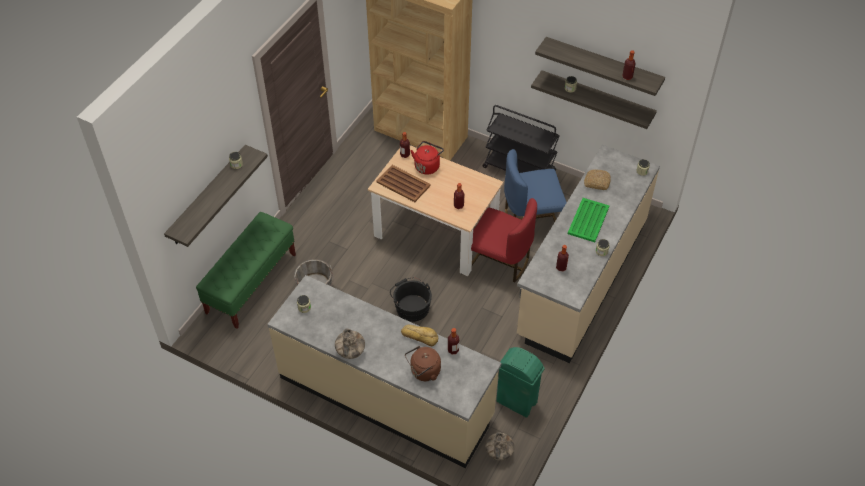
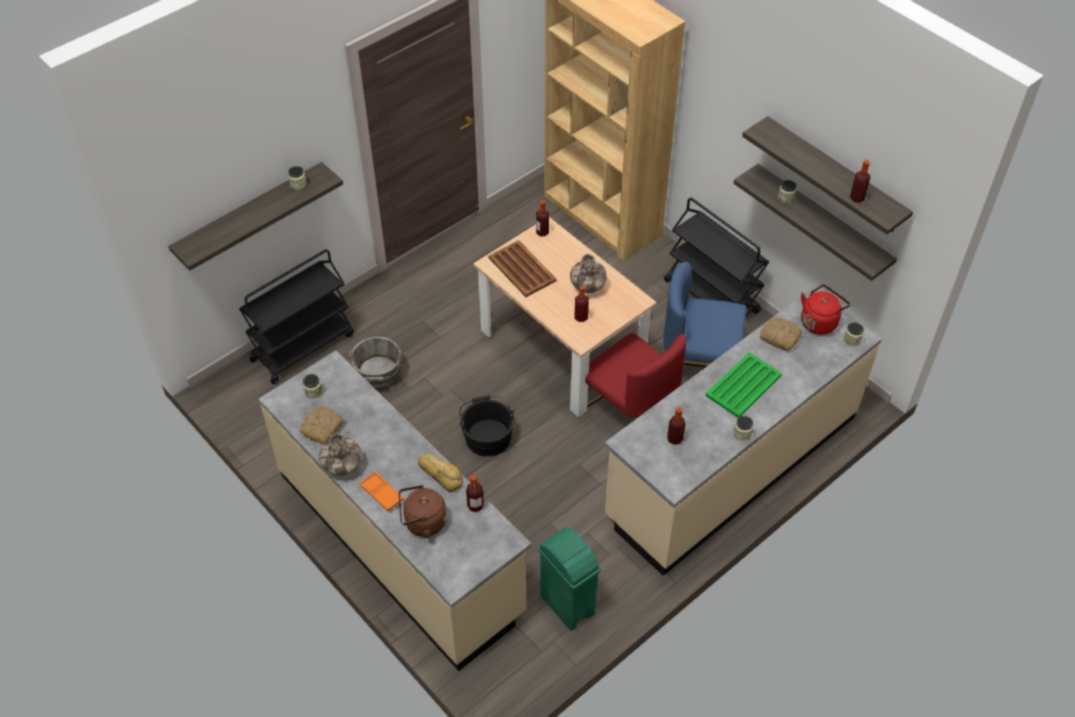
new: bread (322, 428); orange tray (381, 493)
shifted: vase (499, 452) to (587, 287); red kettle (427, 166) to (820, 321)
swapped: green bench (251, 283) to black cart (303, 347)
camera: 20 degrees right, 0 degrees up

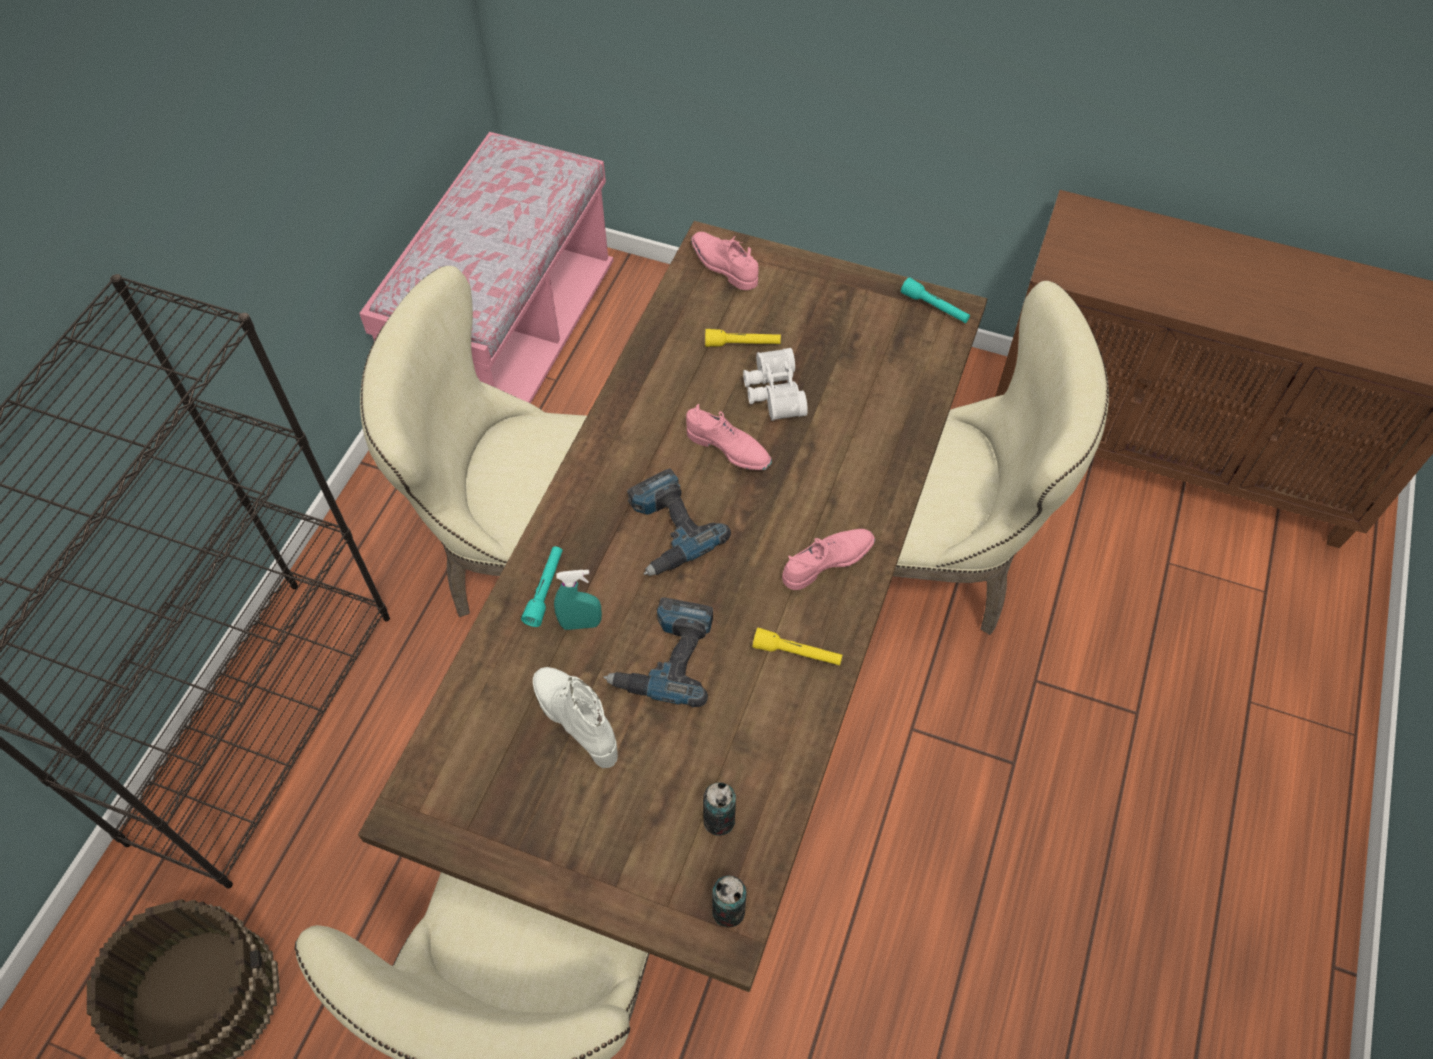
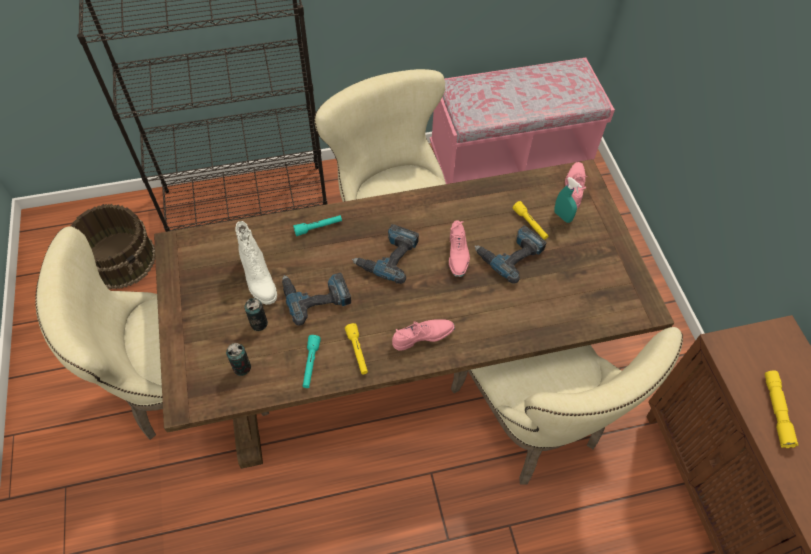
new: yellow flashlight (776, 411)
shifted: can (728, 911) to (259, 323); turquoise flashlight (934, 307) to (310, 364); turquoise spray bottle (581, 624) to (562, 216)
swapped: white binoculars (772, 393) to power drill (510, 254)
rotated: white boot (578, 720) = (258, 280) 135 degrees clockwise; pink shoe (827, 562) = (422, 336) 45 degrees counterclockwise
camera: 55 degrees right, 0 degrees up

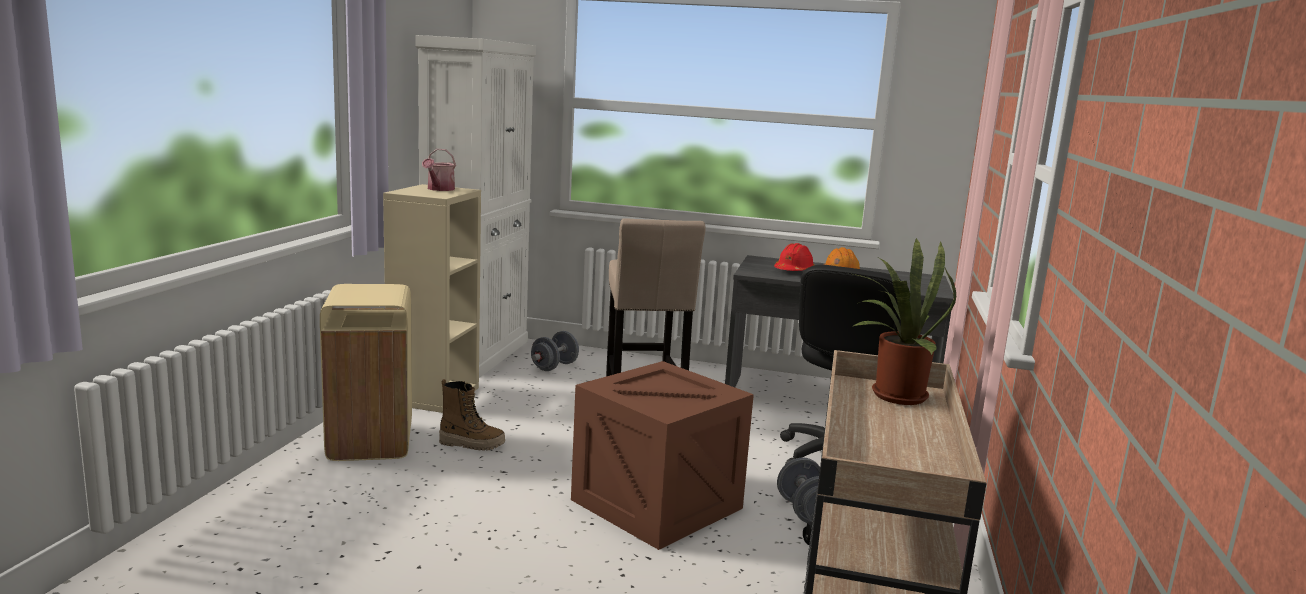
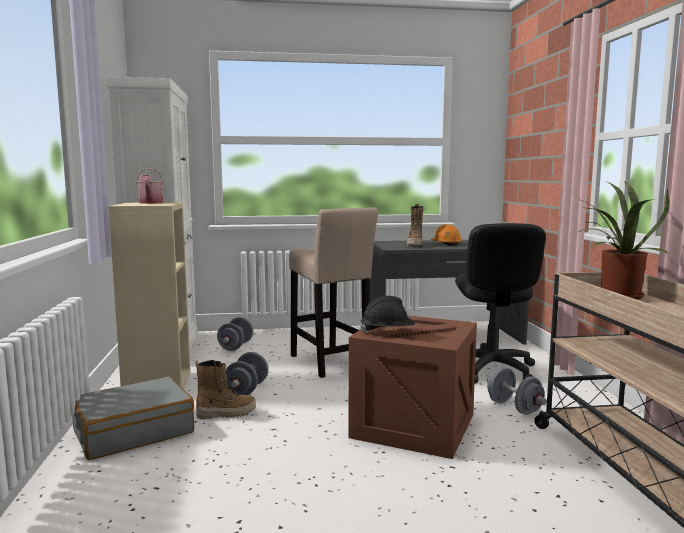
new: grey dumbbell (247, 389); black hard hat (387, 332)
swapped: beige trash can (369, 442) to grey suitcase (133, 431); red hard hat (793, 271) to boot (415, 245)
camera: 20 degrees left, 5 degrees down

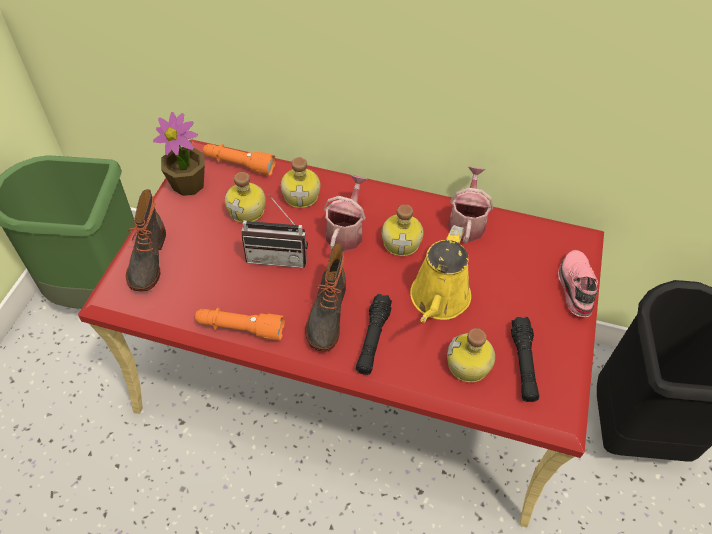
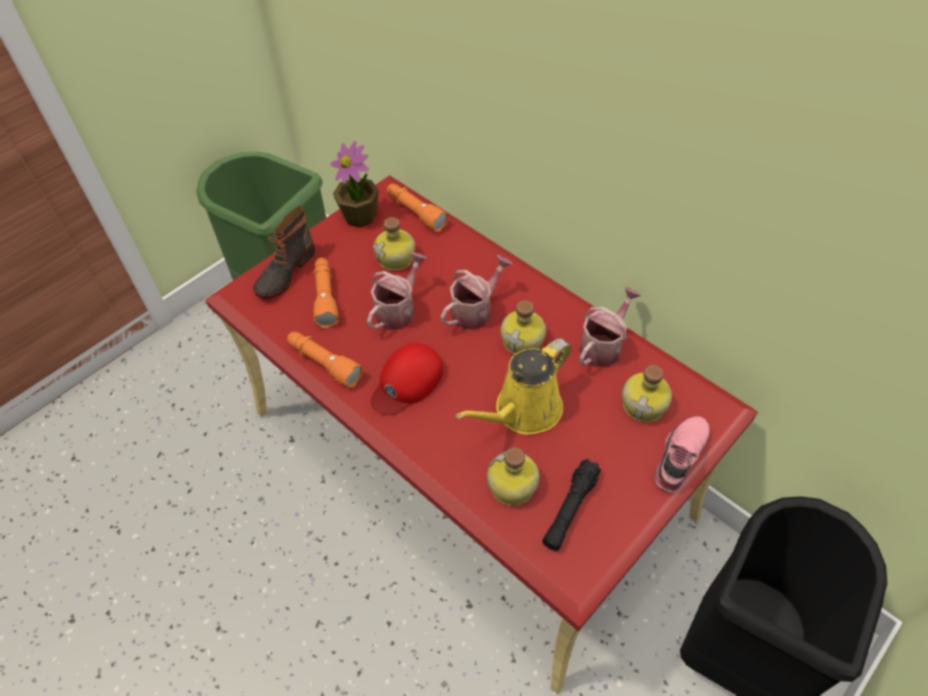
gone: black flashlight (373, 339)
new: orange flashlight (325, 297)
shifted: bottle (302, 195) to (645, 405)
swapped: radio (278, 255) to watering can (398, 310); boot (326, 315) to red cap (407, 382)
camera: 30 degrees right, 0 degrees up

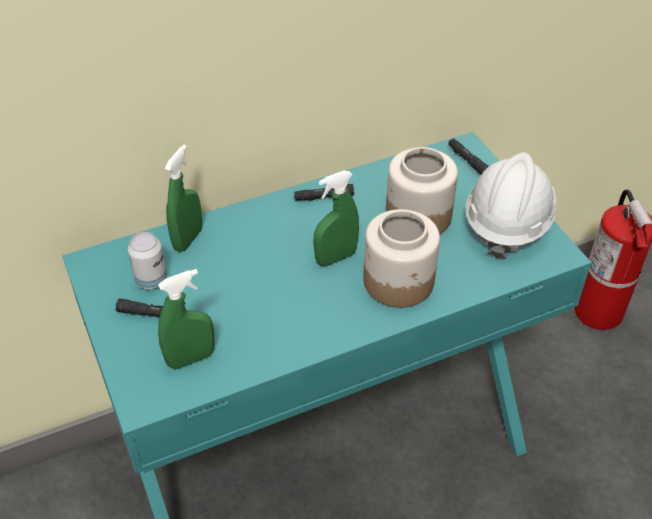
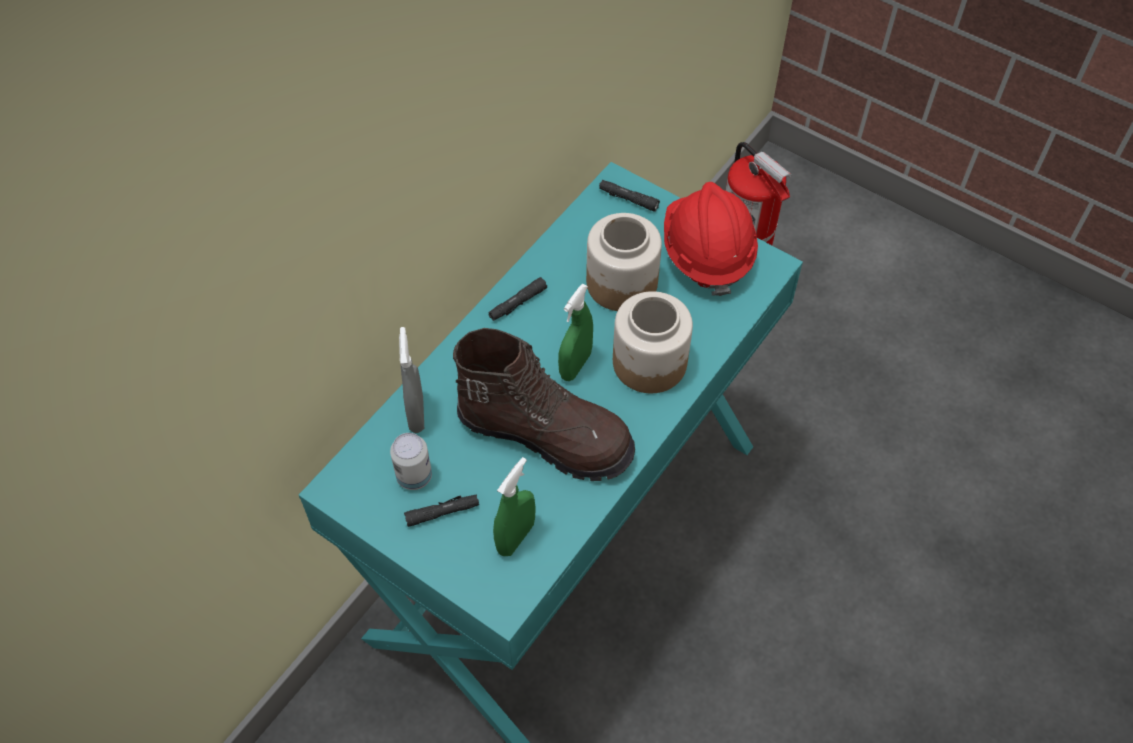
new: brown boot (546, 434)
repainted: green spray bottle (188, 239) to grey spray bottle (416, 414); white hard hat (507, 223) to red hard hat (707, 253)
camera: 30 degrees left, 10 degrees up

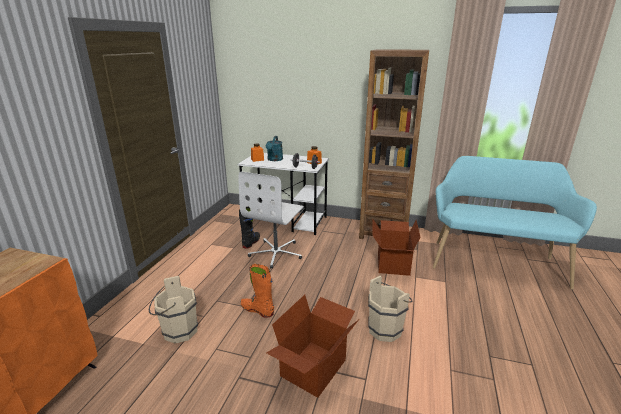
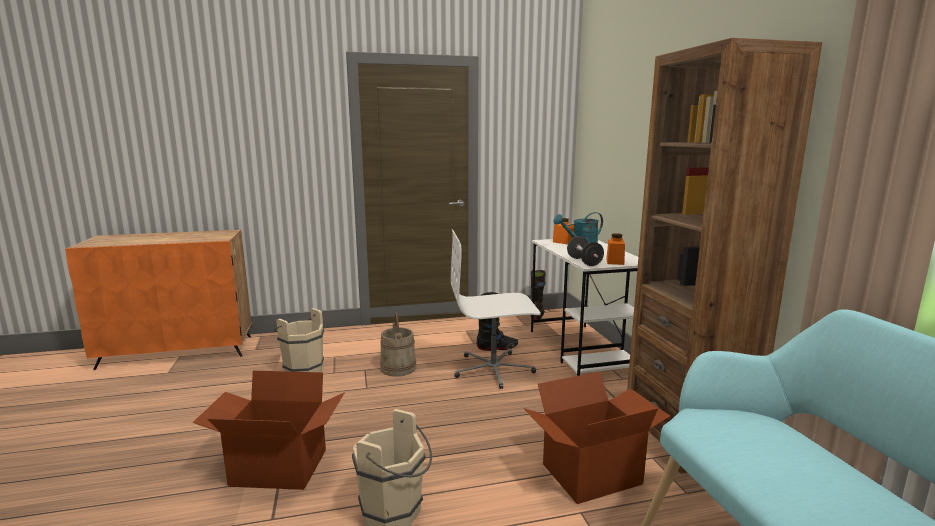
gone: orange boot (257, 310)
new: beige bucket (398, 368); black boot (537, 316)
camera: 60 degrees right, 10 degrees down

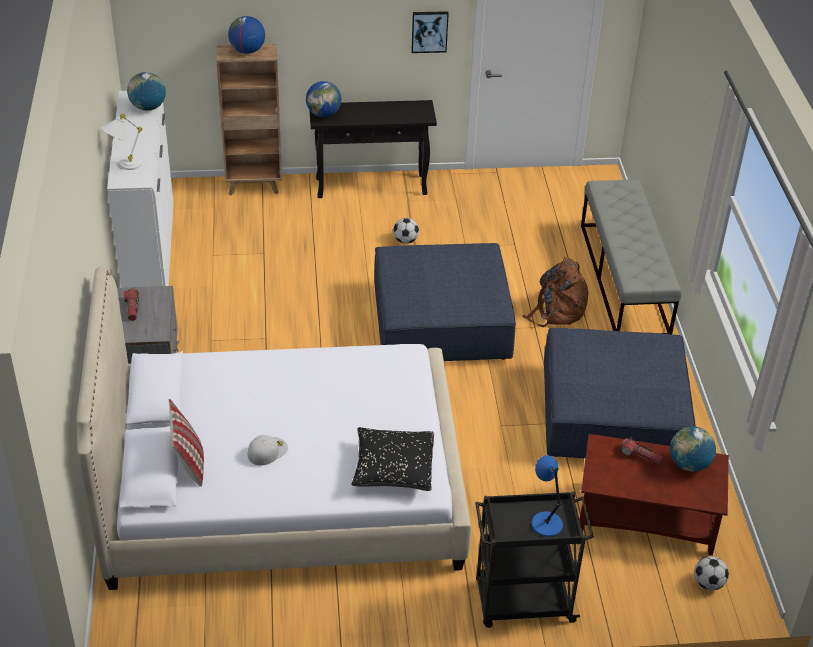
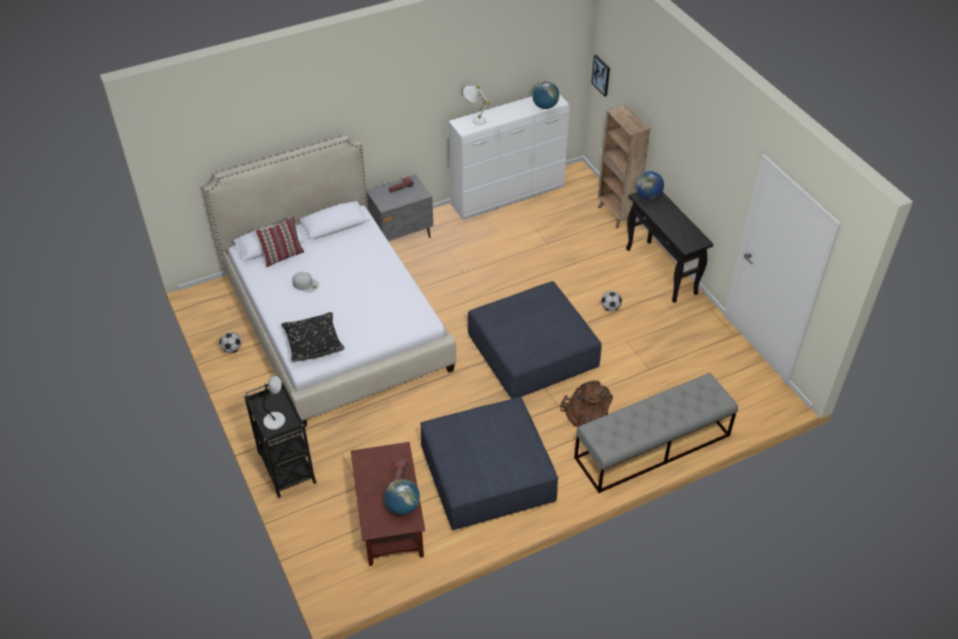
gone: globe (247, 51)
shifted: football (708, 583) to (232, 349); picture (429, 31) to (601, 75)
repainted: blue table lamp (545, 523) to grey table lamp (275, 420)
camera: 70 degrees right, 5 degrees up

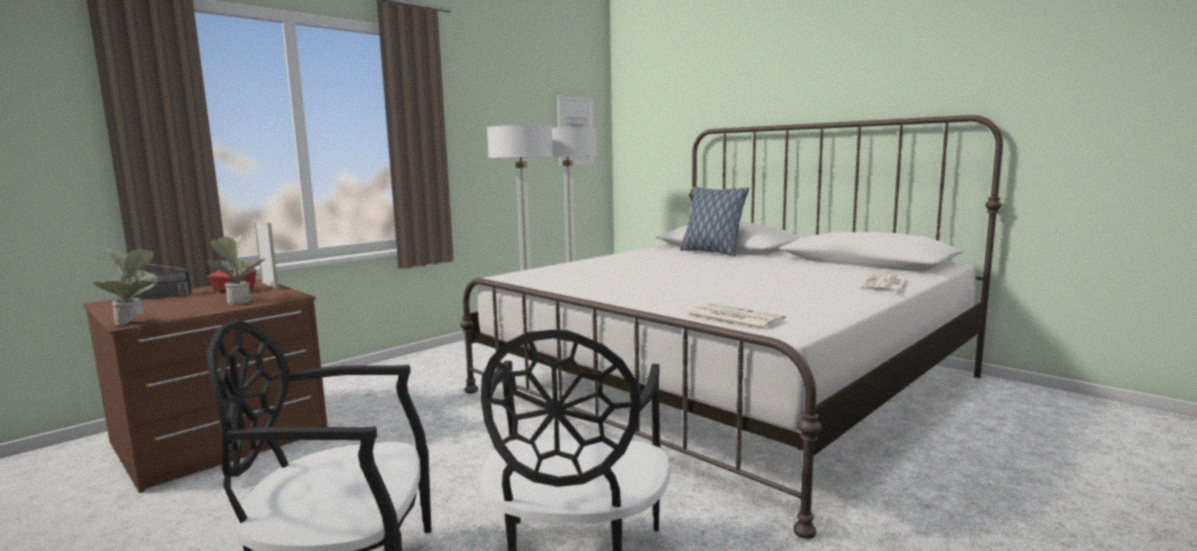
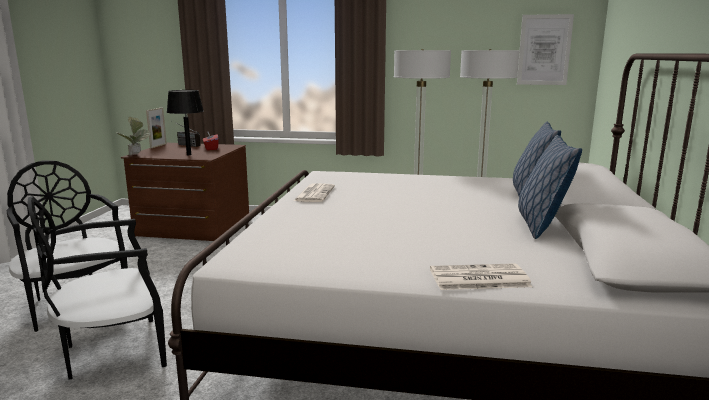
new: pillow (541, 225)
shifted: picture frame (270, 285) to (158, 146); newspaper (732, 318) to (314, 193)
swapped: potted plant (240, 301) to black table lamp (188, 155)
camera: 55 degrees right, 5 degrees up

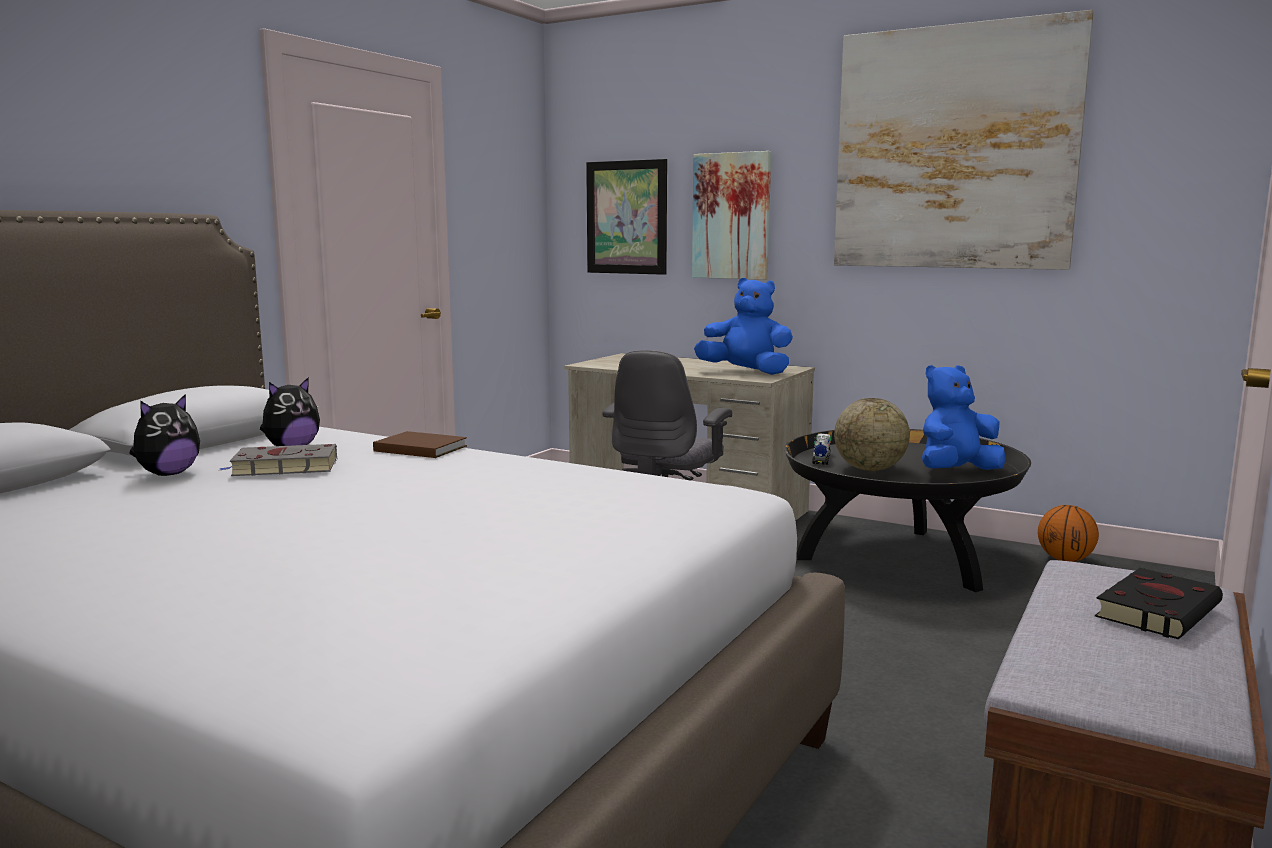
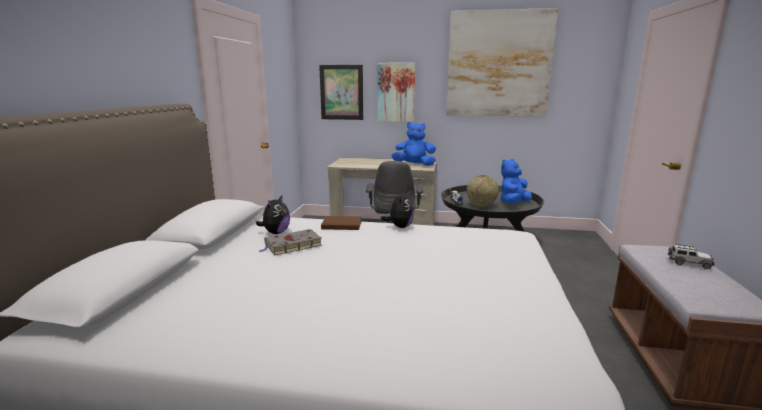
gone: basketball (1065, 560)
shifted: plush toy (168, 474) to (400, 227)
swapped: black book (1158, 610) to toy car (689, 263)
camera: 20 degrees left, 5 degrees up

